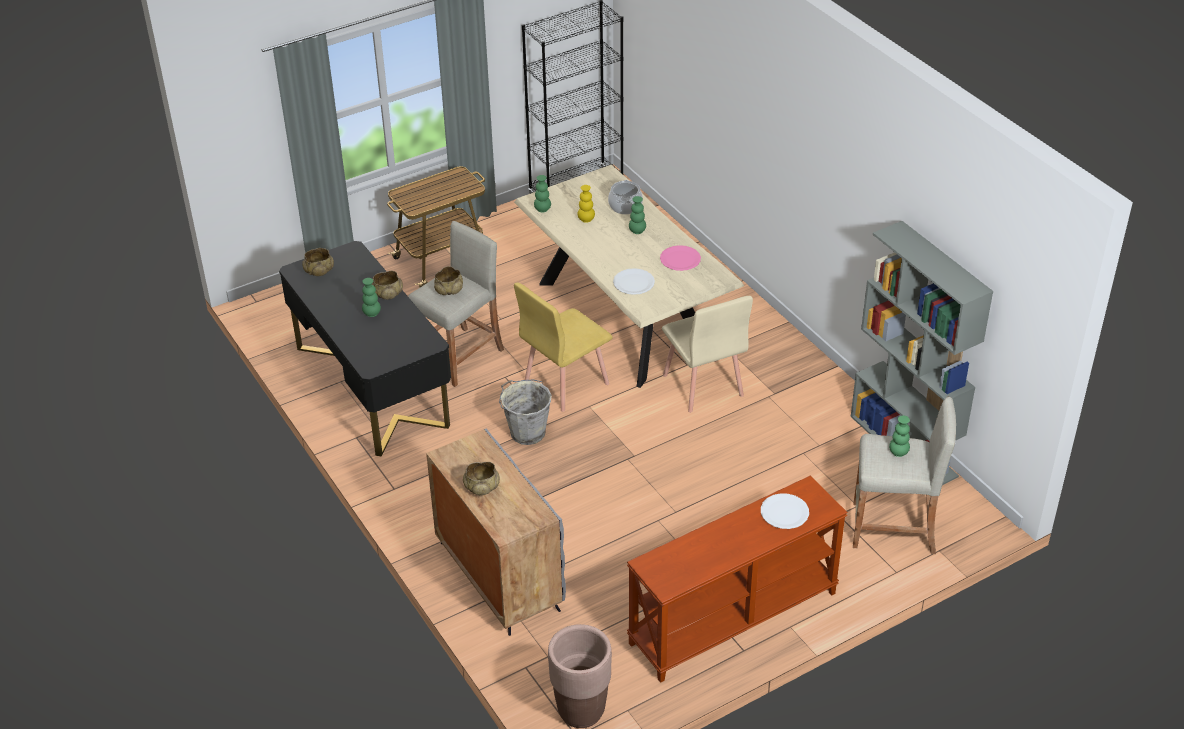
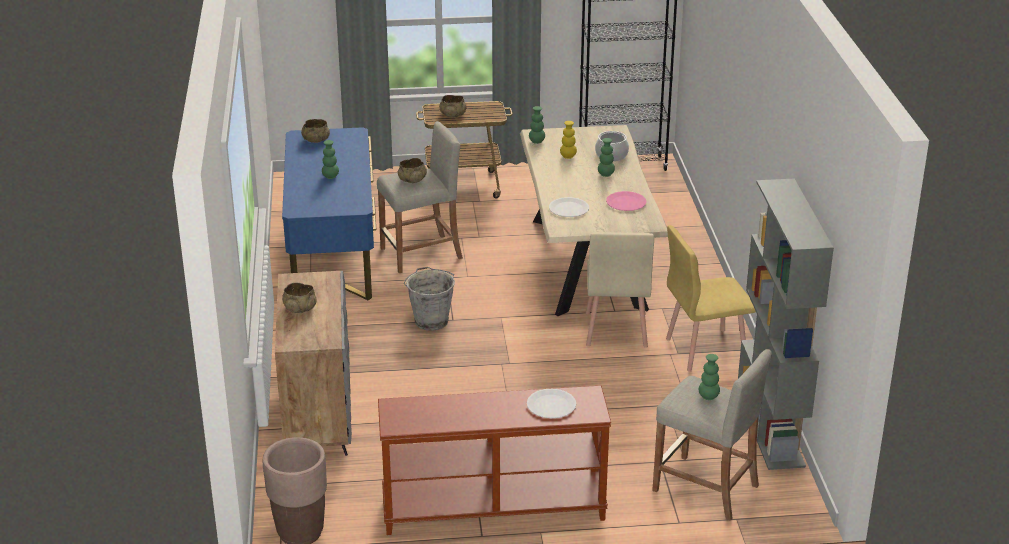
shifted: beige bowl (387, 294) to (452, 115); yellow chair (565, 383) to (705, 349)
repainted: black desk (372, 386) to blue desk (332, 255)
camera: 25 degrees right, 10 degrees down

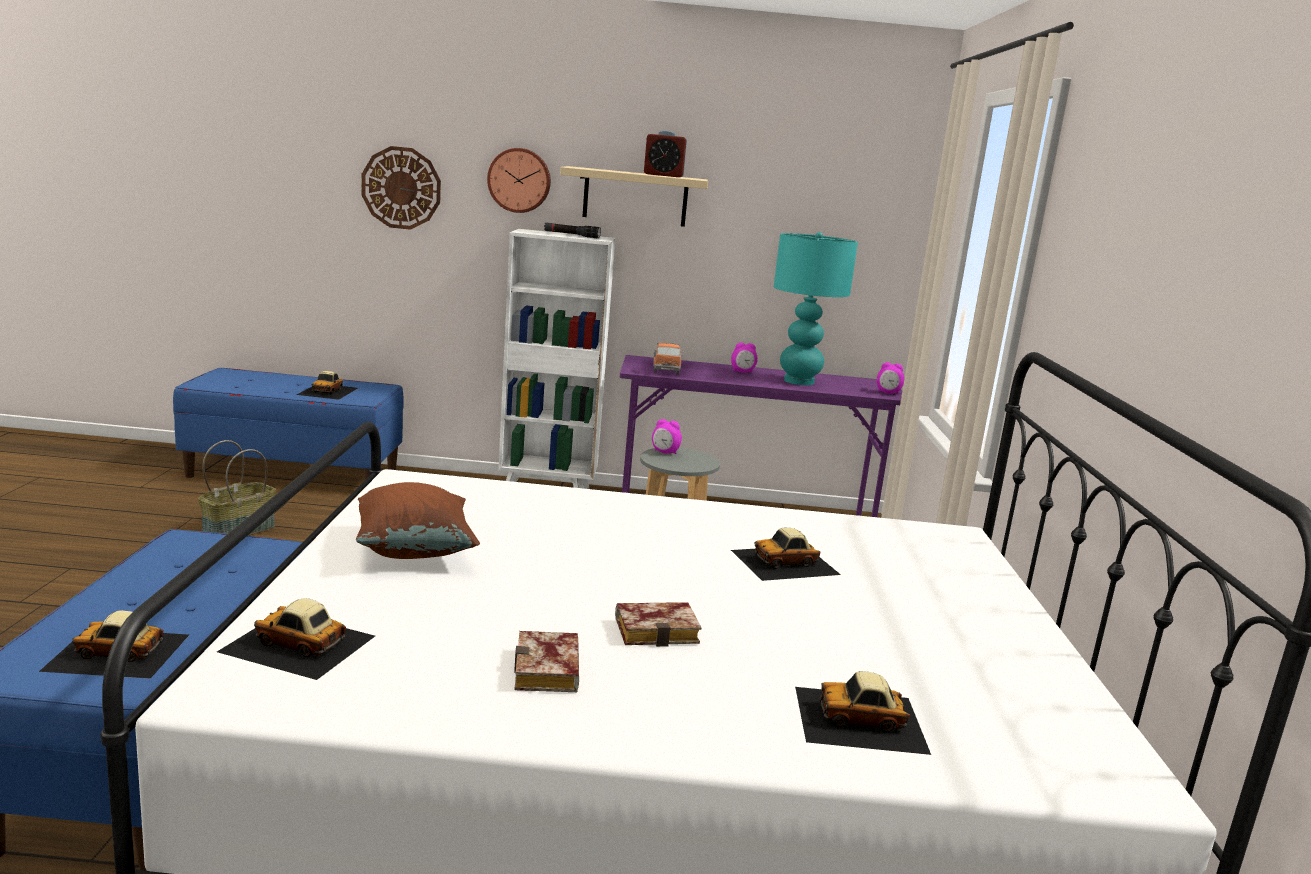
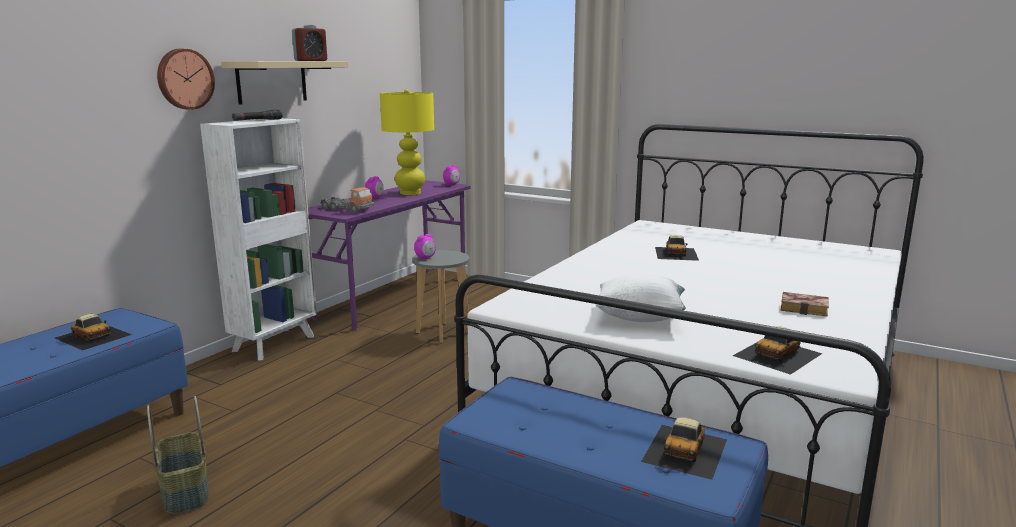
gone: wall clock (401, 188); book (659, 630); toy car (860, 719)
repainted: turquoise table lamp (799, 381) to yellow table lamp (410, 193); brown pillow (414, 550) to white pillow (640, 317)
camera: 60 degrees left, 0 degrees up

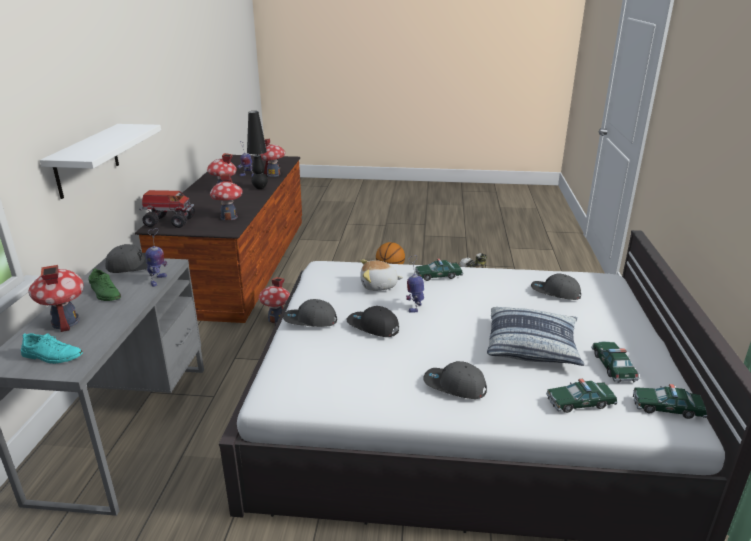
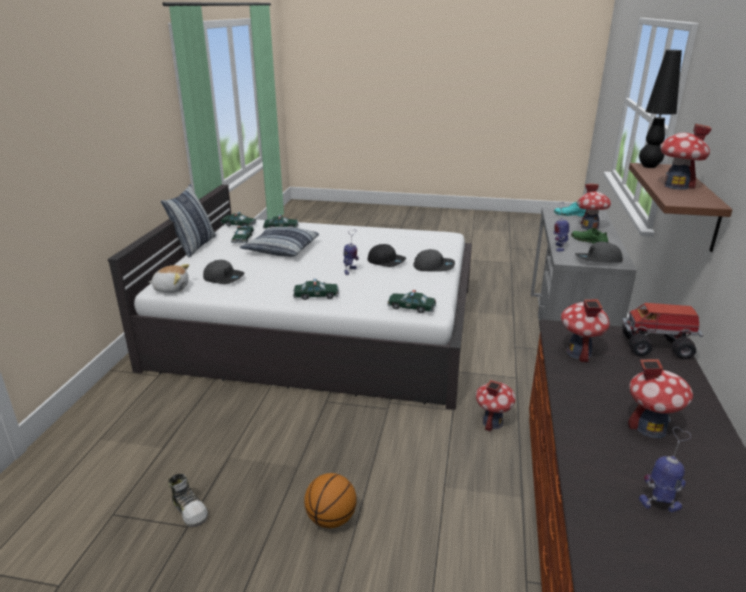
gone: grey cap (454, 386)
new: pillow (194, 246); toy car (411, 307)
shifted: plush toy (379, 286) to (171, 288); black table lamp (260, 188) to (649, 166); toy house (273, 174) to (676, 186)
repainted: white shelf (87, 160) to brown shelf (698, 207)
camera: 175 degrees left, 0 degrees up

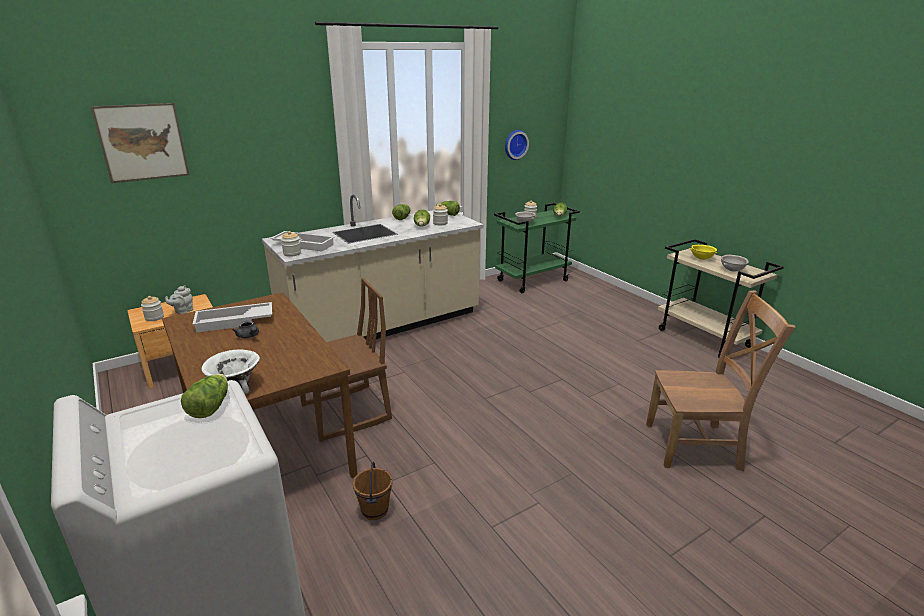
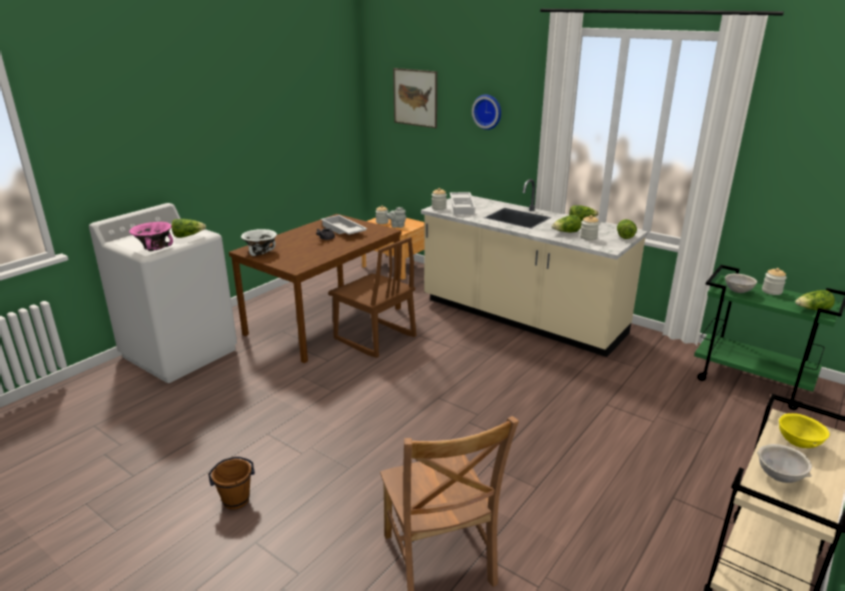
new: pink bowl (154, 247)
shifted: brown bucket (374, 510) to (236, 500); wall clock (515, 144) to (488, 111)
camera: 70 degrees right, 0 degrees up

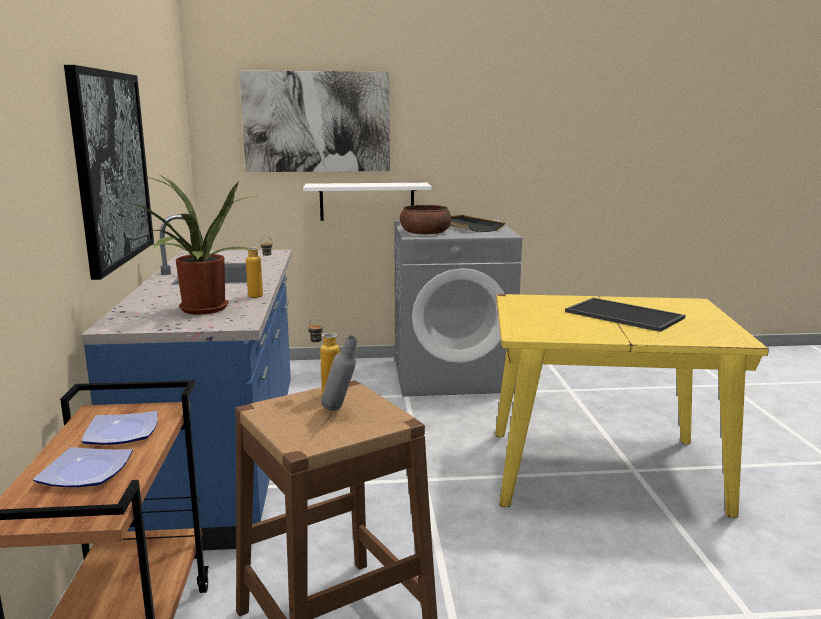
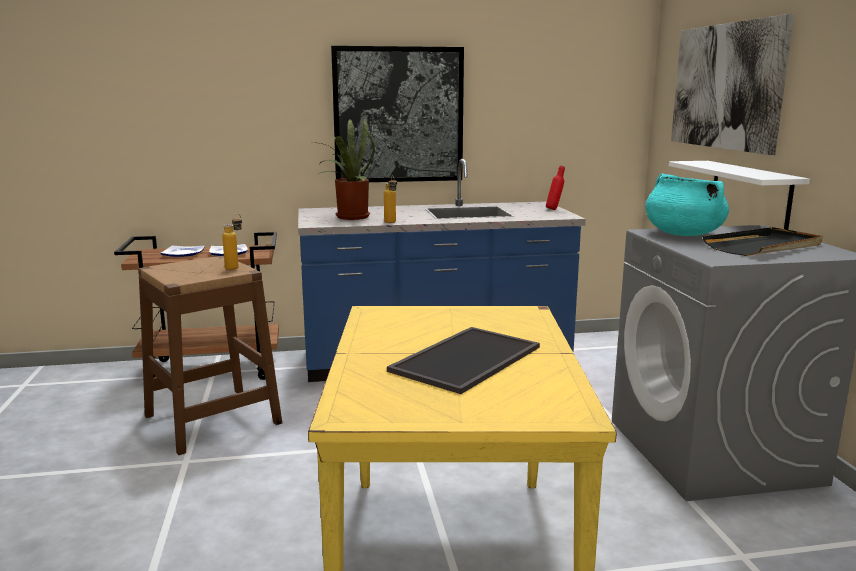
gone: grey bottle (340, 410)
new: red bottle (554, 209)
swapped: brown bowl (425, 232) to turquoise cooking pot (682, 234)
camera: 85 degrees right, 0 degrees up

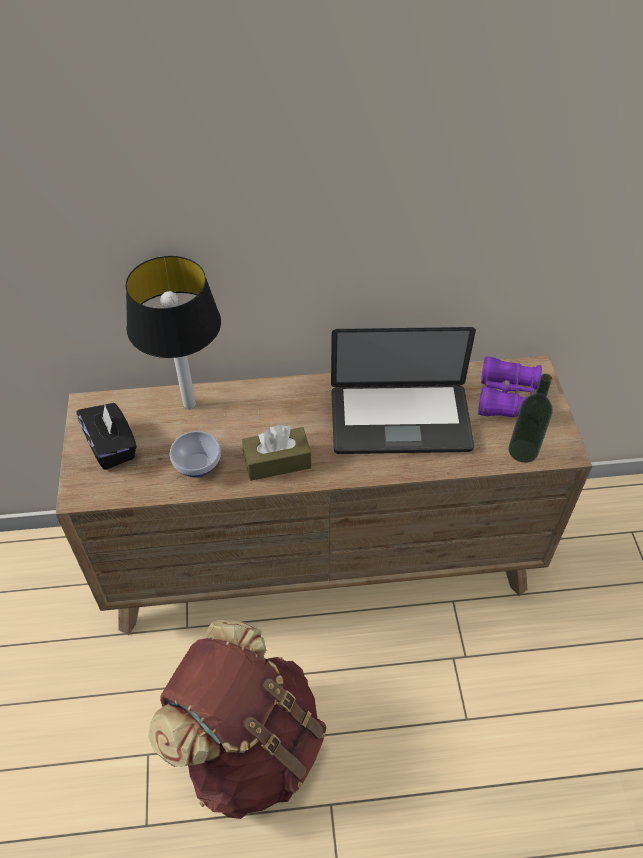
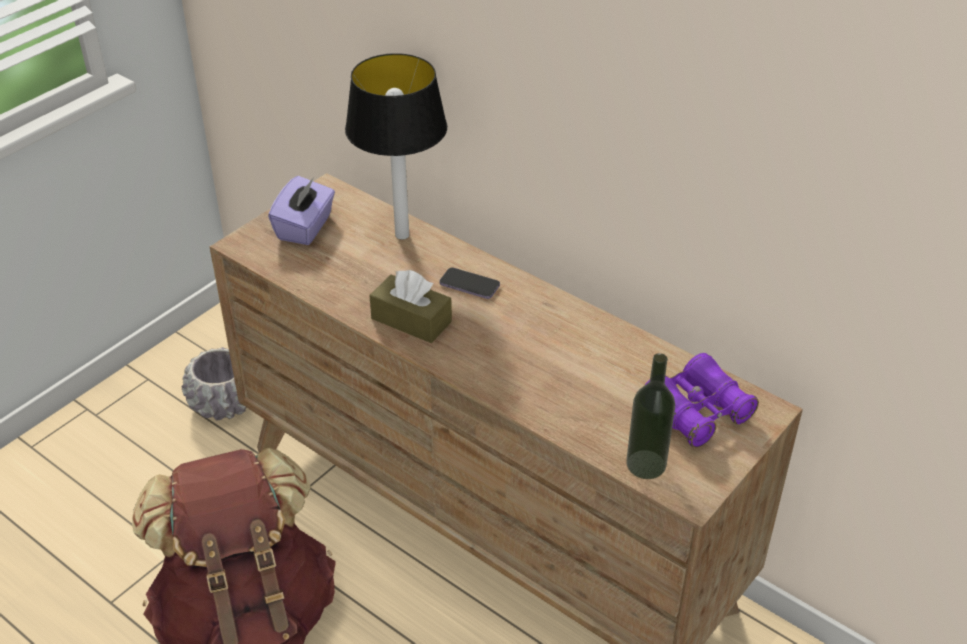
gone: bowl (199, 465); laptop (400, 421)
new: grey planter (225, 403); phone (469, 285)
repainted: black tissue box (112, 446) to purple tissue box (305, 227)
camera: 45 degrees right, 10 degrees down

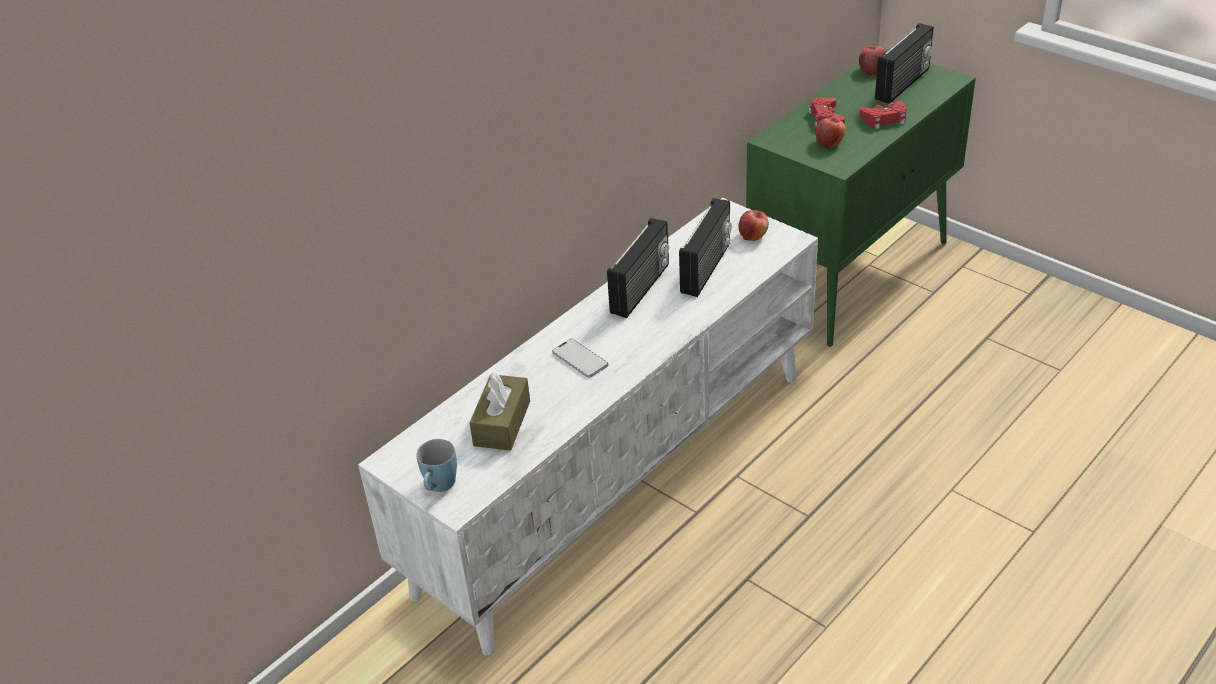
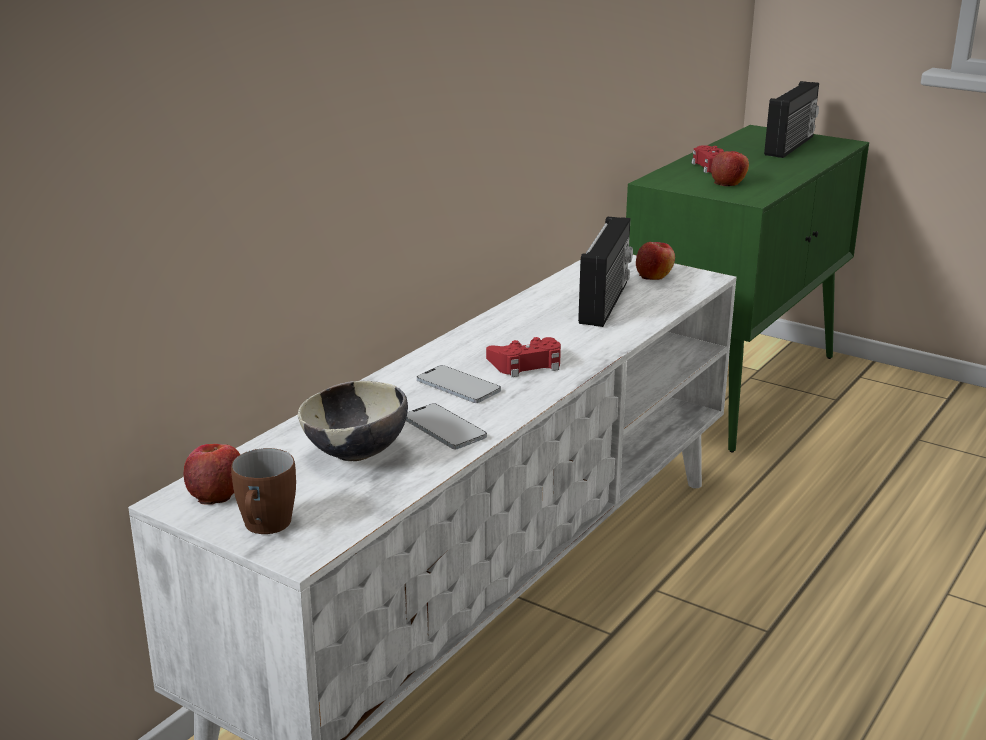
gone: radio (641, 289)
new: phone (444, 428)
shifted: apple (871, 69) to (215, 493); red game controller (884, 119) to (527, 364)
swapped: brown tissue box (502, 423) to bowl (356, 453)
repainted: blue mug (439, 487) to brown mug (265, 528)
camera: 10 degrees left, 15 degrees down

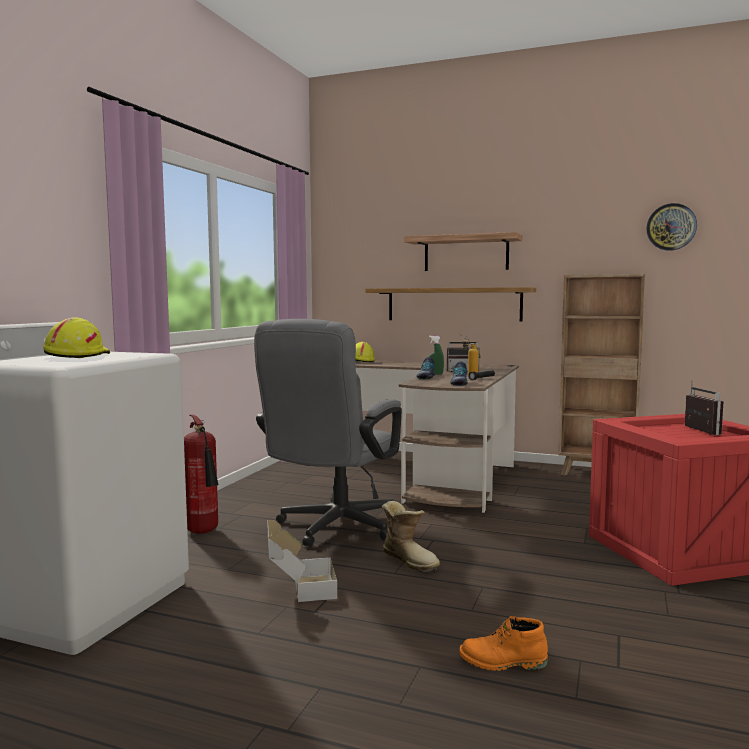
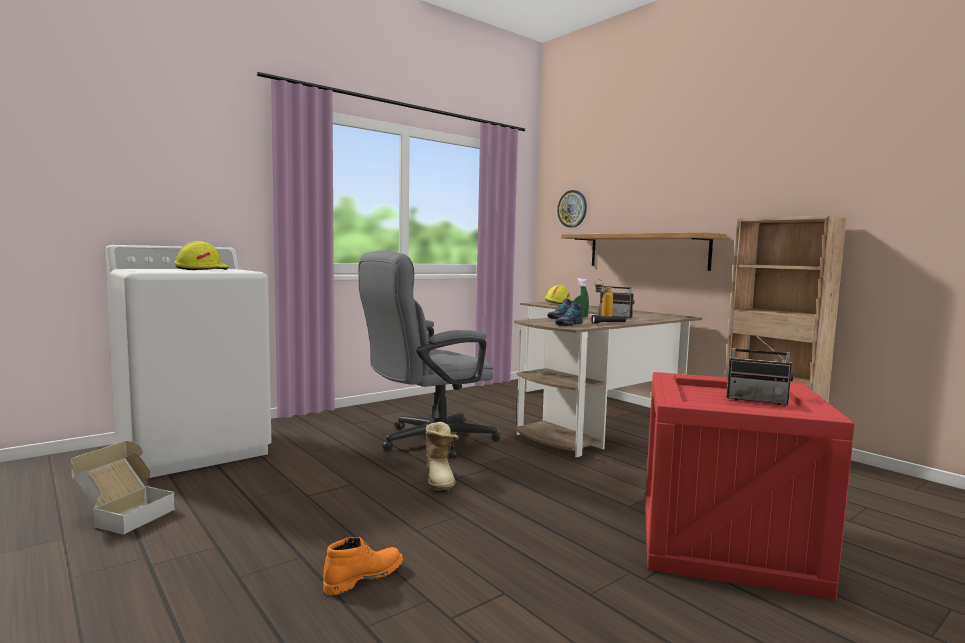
gone: fire extinguisher (204, 532); shelf (466, 253)
shifted: cardboard box (299, 589) to (124, 515); wall clock (671, 227) to (572, 209)
rotated: orange boot (503, 662) = (363, 577) 105 degrees clockwise; radio (696, 431) = (756, 400) 90 degrees clockwise
camera: 30 degrees right, 0 degrees up

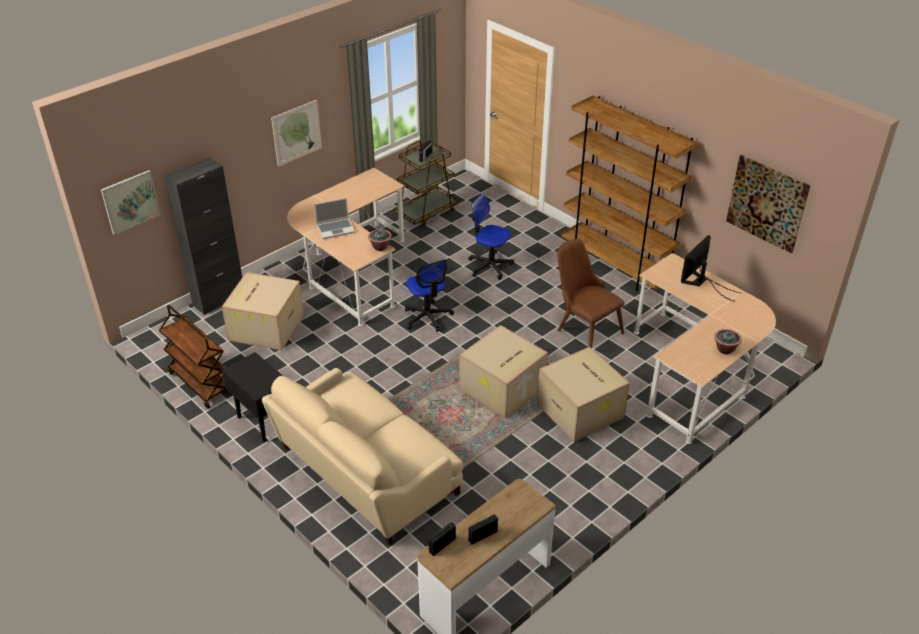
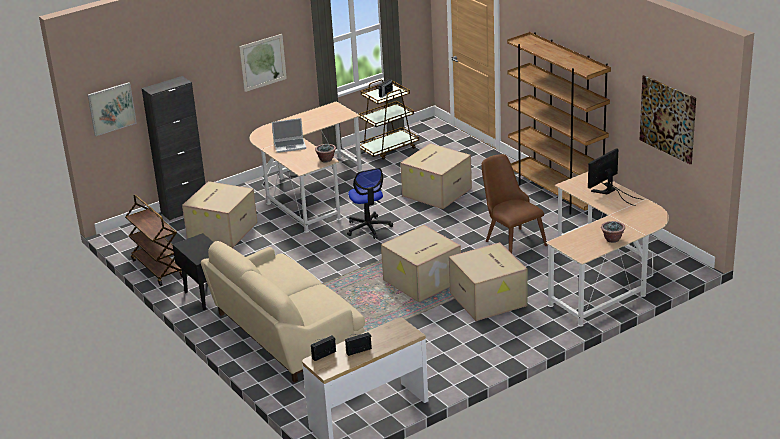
swapped: office chair (490, 266) to cardboard box (436, 191)
camera: 10 degrees right, 10 degrees down

